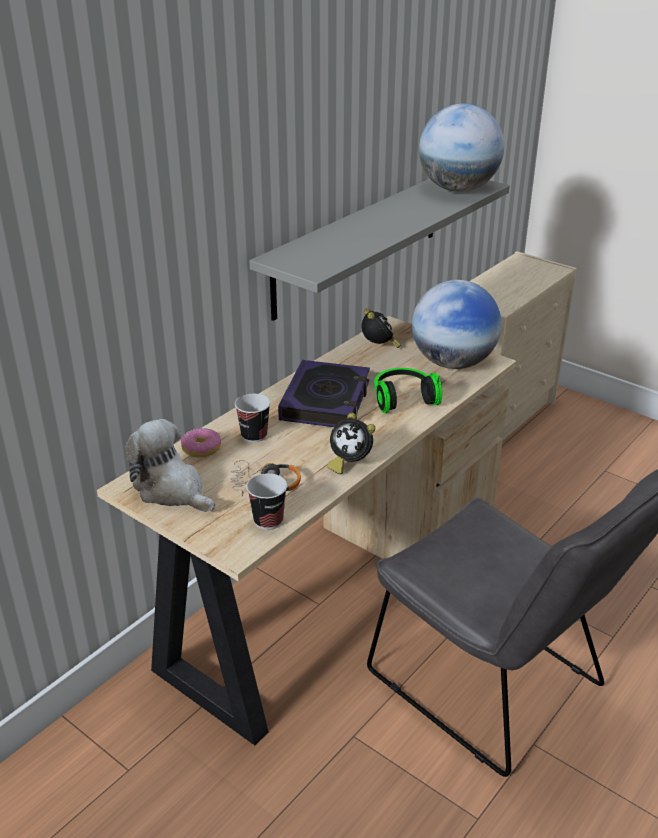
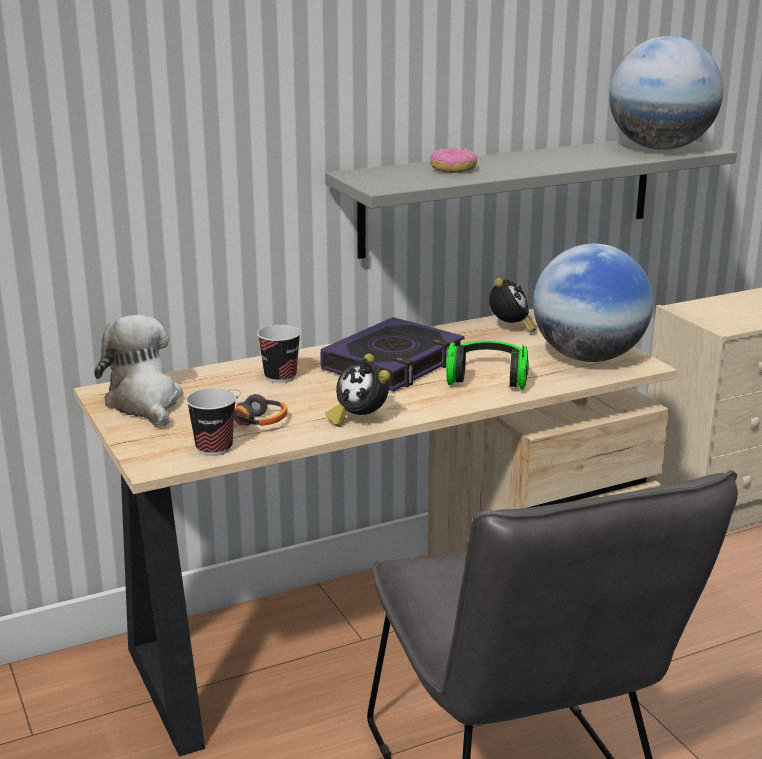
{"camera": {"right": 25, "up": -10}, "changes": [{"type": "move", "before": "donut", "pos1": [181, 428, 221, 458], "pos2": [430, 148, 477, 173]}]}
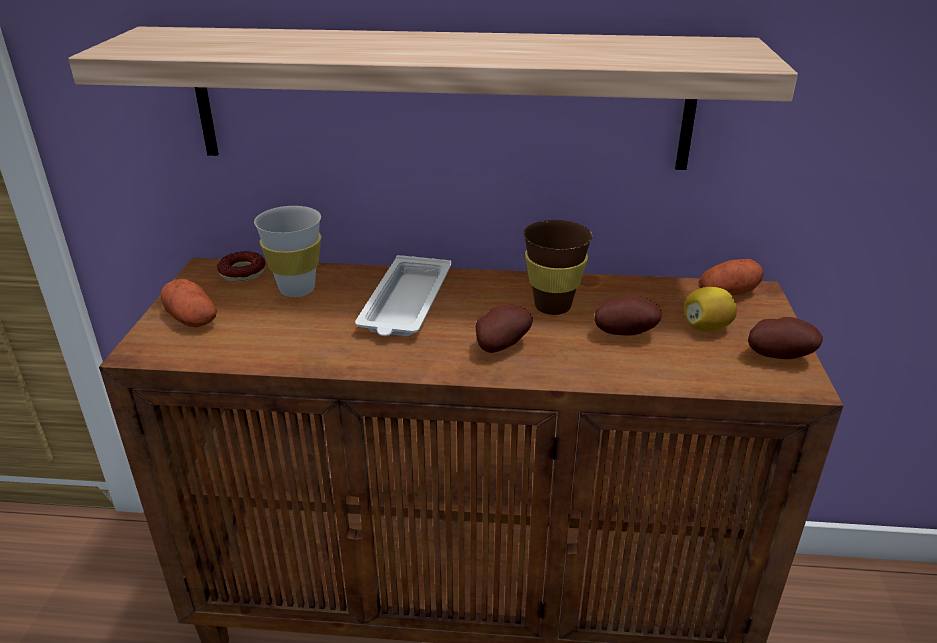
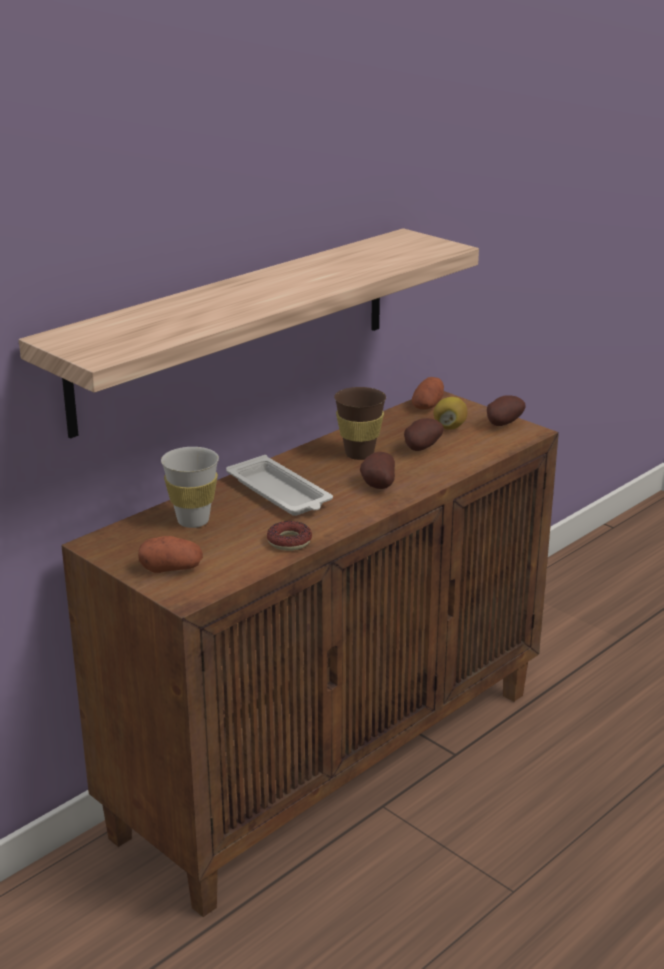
{"camera": {"right": -50, "up": -5}, "changes": [{"type": "move", "before": "donut", "pos1": [217, 251, 266, 282], "pos2": [267, 521, 312, 551]}]}
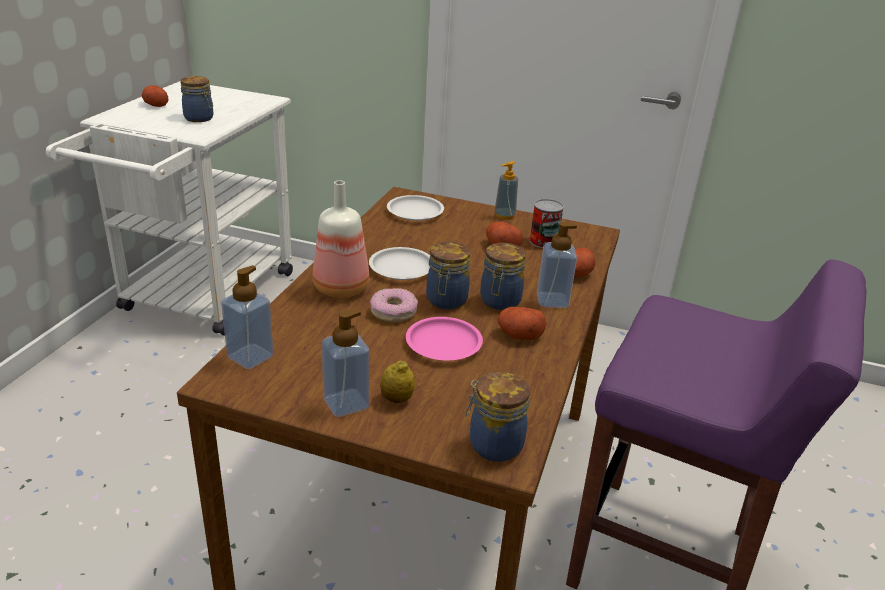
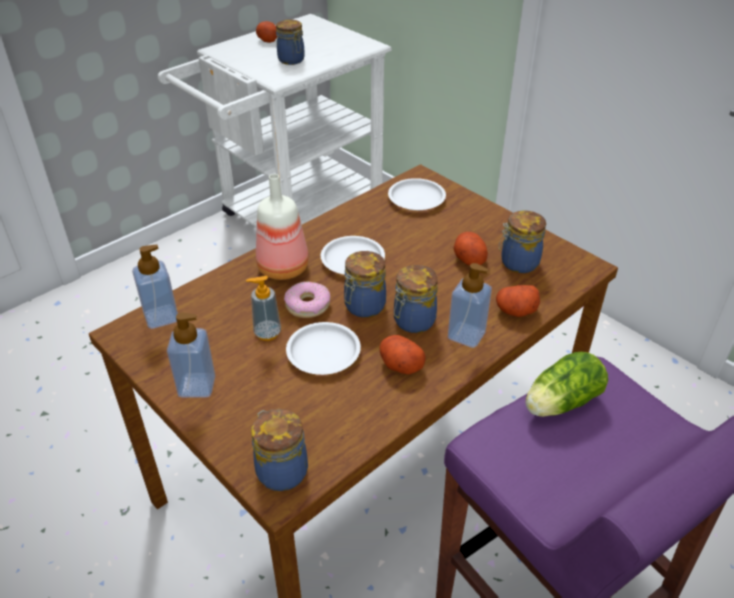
{"camera": {"right": 30, "up": 10}, "changes": [{"type": "move", "before": "soap bottle", "pos1": [495, 161, 518, 220], "pos2": [246, 276, 281, 341]}, {"type": "replace", "before": "sealed can", "after": "jar", "pos1": [530, 199, 564, 248], "pos2": [498, 210, 546, 273]}, {"type": "recolor", "before": "pink plate", "after": "white-coloured plate", "pos1": [406, 317, 483, 361], "pos2": [286, 322, 361, 375]}, {"type": "delete", "before": "whole lemon", "pos1": [380, 361, 415, 403]}, {"type": "insert", "after": "head of lettuce", "pos2": [526, 352, 608, 417]}]}
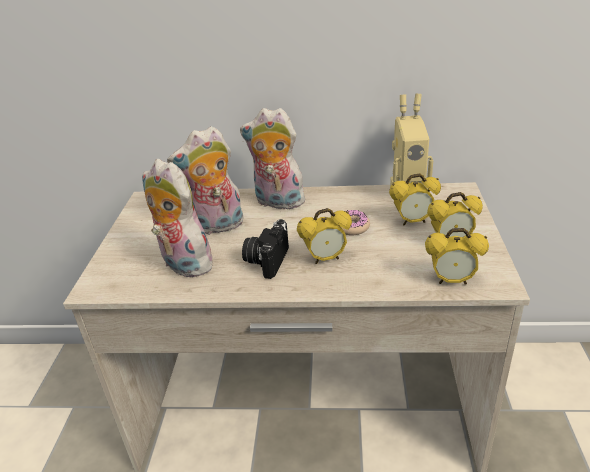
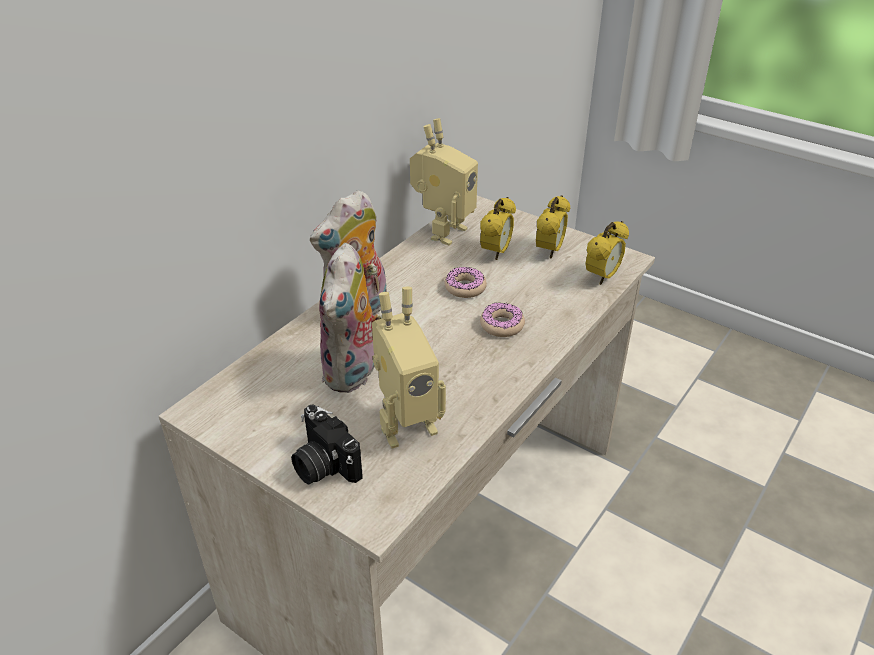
{"camera": {"right": -60, "up": 5}, "changes": [{"type": "replace", "before": "cuddly toy", "after": "robot figure", "pos1": [142, 159, 217, 277], "pos2": [372, 287, 446, 449]}, {"type": "replace", "before": "alarm clock", "after": "donut", "pos1": [297, 208, 352, 264], "pos2": [480, 302, 525, 337]}, {"type": "move", "before": "still camera", "pos1": [242, 219, 289, 279], "pos2": [291, 404, 362, 485]}]}
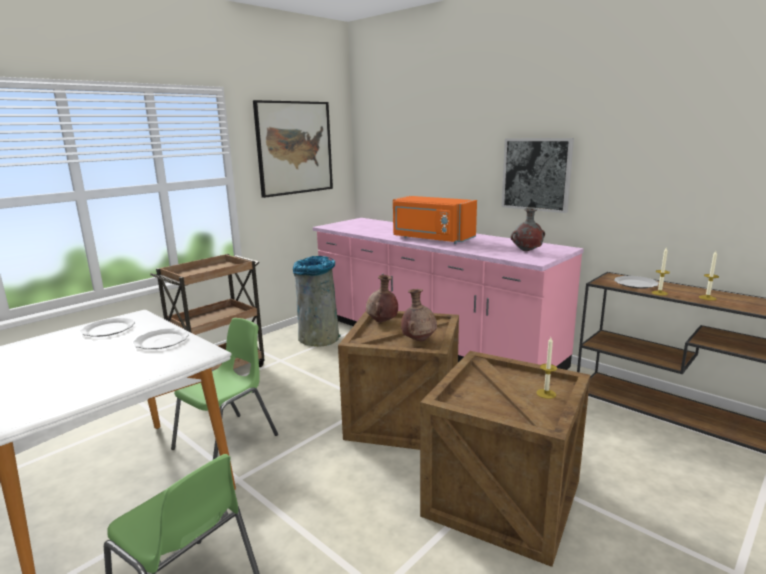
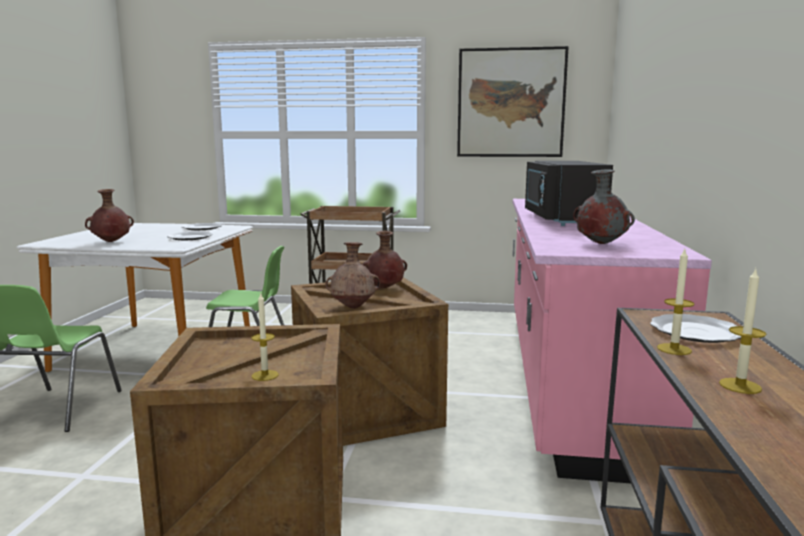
{"camera": {"right": 55, "up": -5}, "changes": [{"type": "delete", "before": "wall picture", "pos1": [502, 138, 574, 213]}, {"type": "recolor", "before": "orangey kitchen microwave", "after": "blackish kitchen microwave", "pos1": [393, 196, 477, 244], "pos2": [525, 161, 613, 226]}, {"type": "delete", "before": "grey trash can", "pos1": [293, 256, 341, 347]}, {"type": "insert", "after": "brownish vase", "pos2": [85, 189, 134, 242]}]}
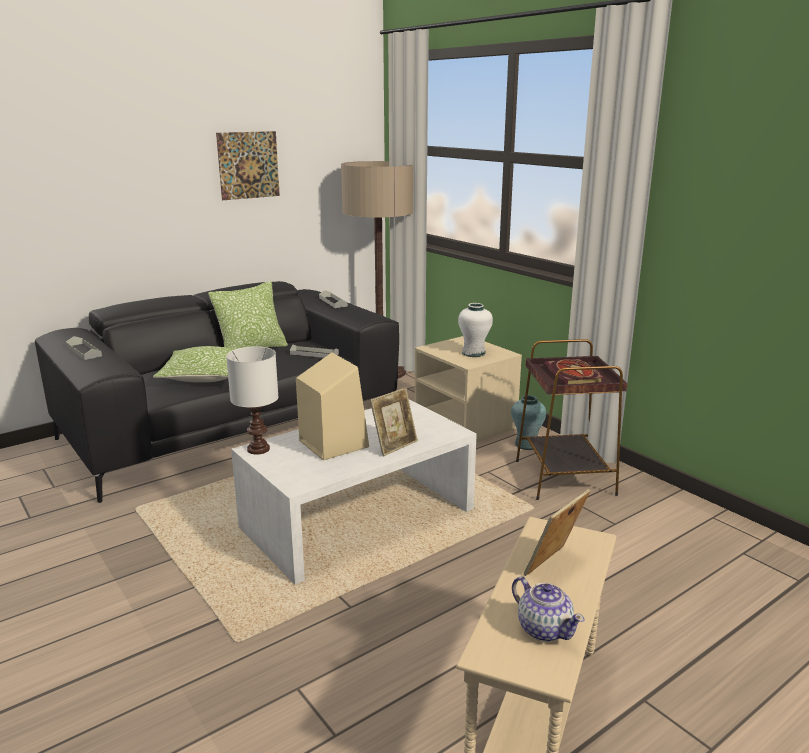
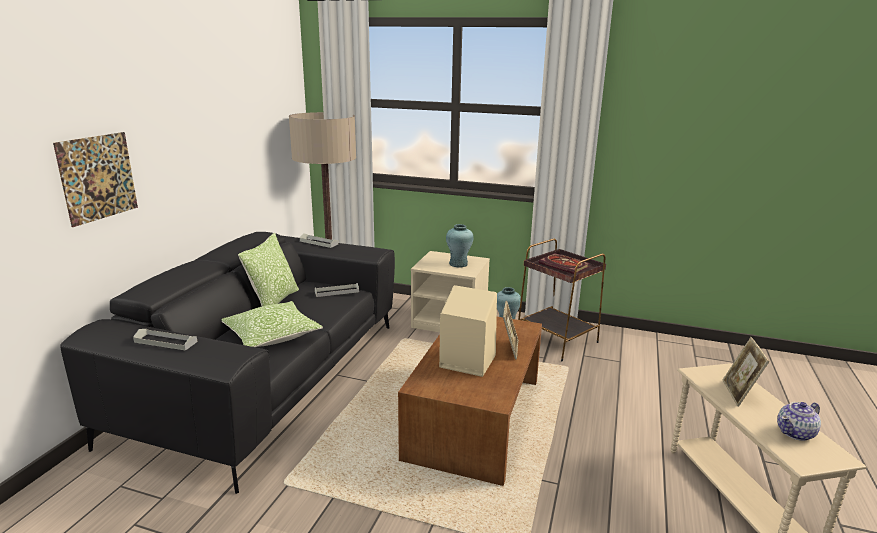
{"camera": {"right": -35, "up": 0}, "changes": [{"type": "move", "before": "wall picture", "pos1": [216, 131, 280, 200], "pos2": [53, 132, 138, 227]}, {"type": "recolor", "before": "white-coloured vase", "after": "turquoise-coloured vase", "pos1": [458, 303, 493, 357], "pos2": [446, 224, 474, 268]}, {"type": "delete", "before": "white-coloured tabletop lamp", "pos1": [226, 346, 279, 455]}, {"type": "recolor", "before": "white-coloured low table", "after": "brownish low table", "pos1": [231, 399, 477, 585], "pos2": [398, 317, 542, 486]}, {"type": "rotate", "before": "pot for tea", "pos1": [512, 577, 584, 642], "pos2": [777, 402, 821, 441], "turn": 135}]}
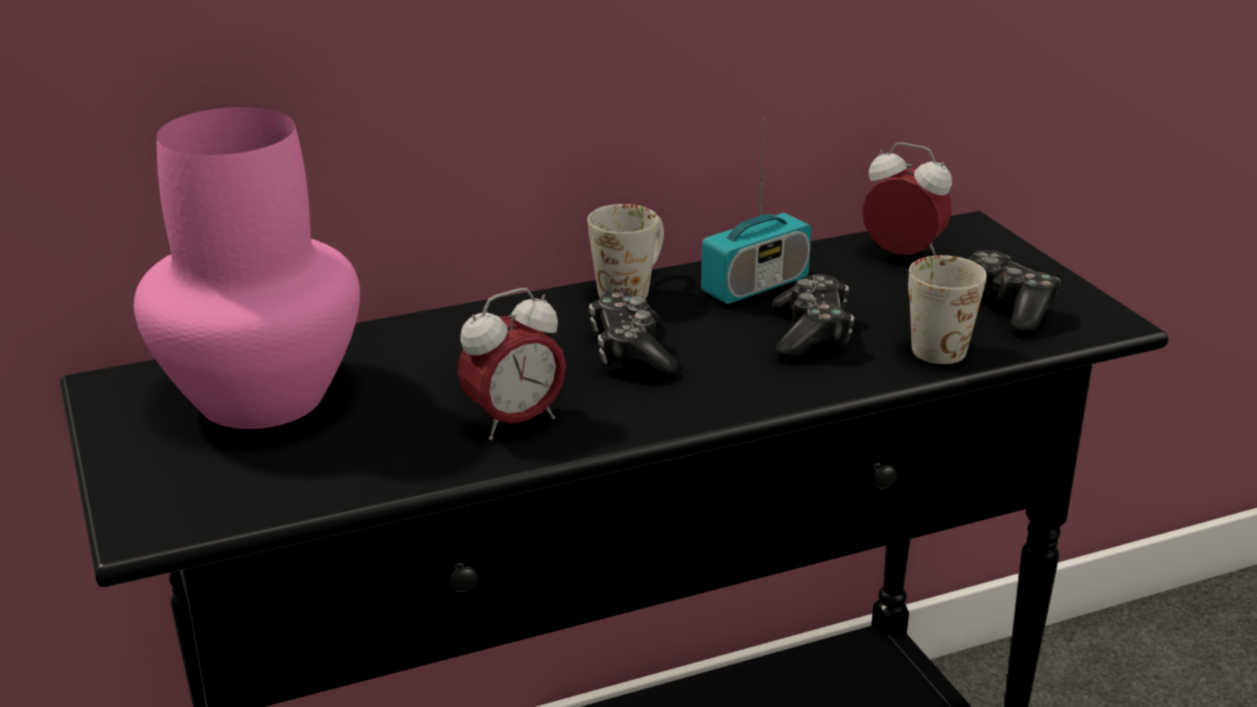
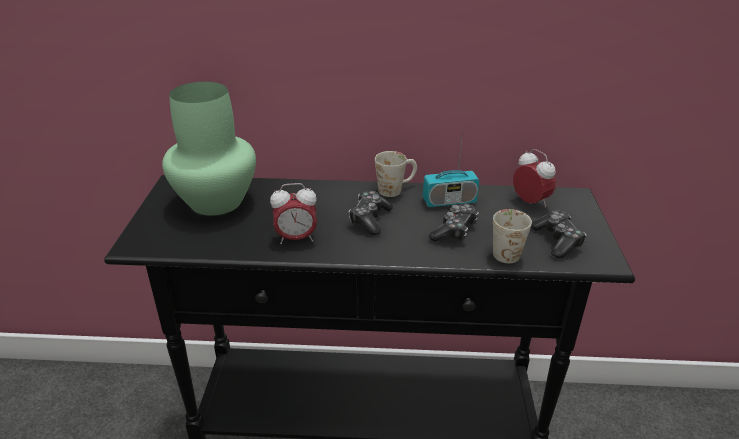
{"camera": {"right": 25, "up": 5}, "changes": [{"type": "recolor", "before": "pink vase", "after": "green-coloured vase", "pos1": [134, 107, 360, 429], "pos2": [162, 82, 256, 216]}]}
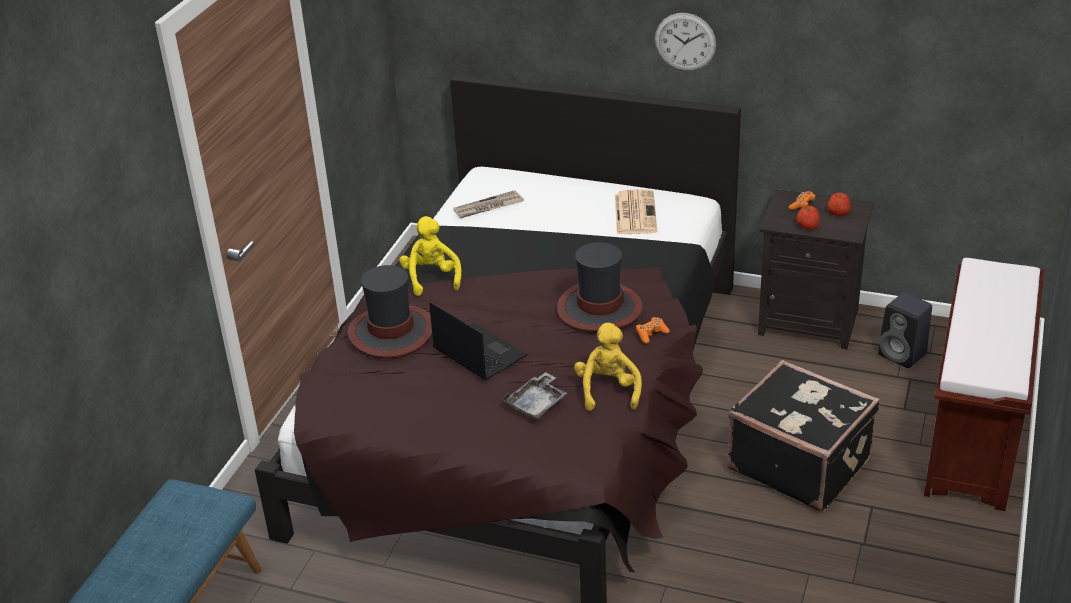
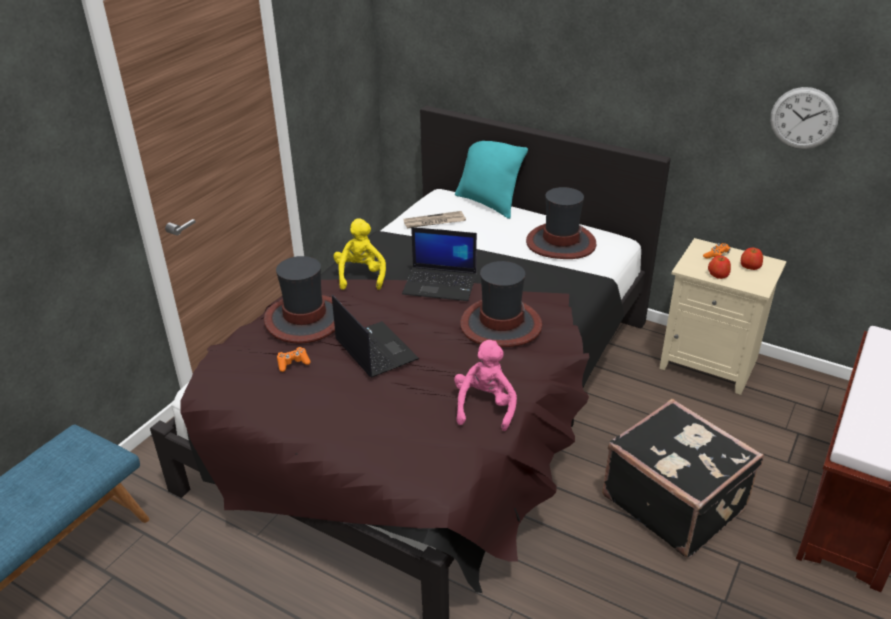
{"camera": {"right": 10, "up": 0}, "changes": [{"type": "move", "before": "hanging clock", "pos1": [655, 13, 716, 71], "pos2": [770, 87, 839, 149]}, {"type": "replace", "before": "newspaper", "after": "wearable hat", "pos1": [615, 189, 657, 234], "pos2": [526, 187, 596, 259]}, {"type": "recolor", "before": "blackish nightstand", "after": "beige-coloured nightstand", "pos1": [758, 189, 874, 349], "pos2": [659, 238, 787, 395]}, {"type": "delete", "before": "blackish loudspeaker", "pos1": [878, 292, 932, 368]}, {"type": "move", "before": "orangey gamepad", "pos1": [636, 317, 670, 344], "pos2": [277, 347, 311, 372]}, {"type": "recolor", "before": "yellow cuddly toy", "after": "pink cuddly toy", "pos1": [574, 323, 642, 411], "pos2": [454, 340, 517, 431]}, {"type": "delete", "before": "grey tray", "pos1": [503, 372, 567, 419]}, {"type": "insert", "after": "turquoise-coloured pillow", "pos2": [455, 141, 528, 219]}, {"type": "insert", "after": "portable computer", "pos2": [402, 227, 477, 301]}]}
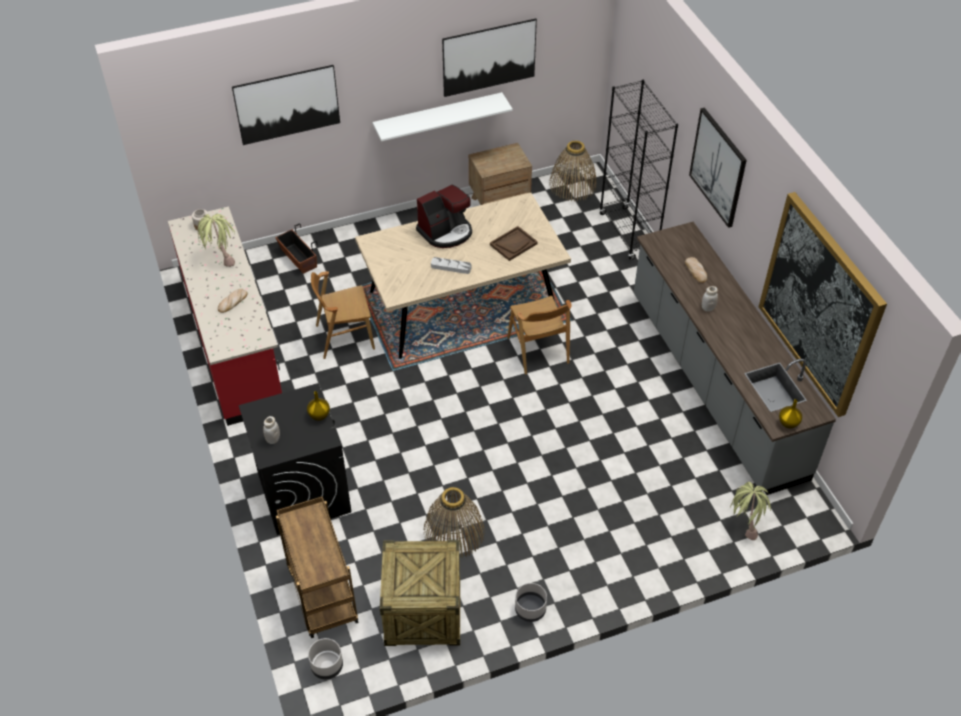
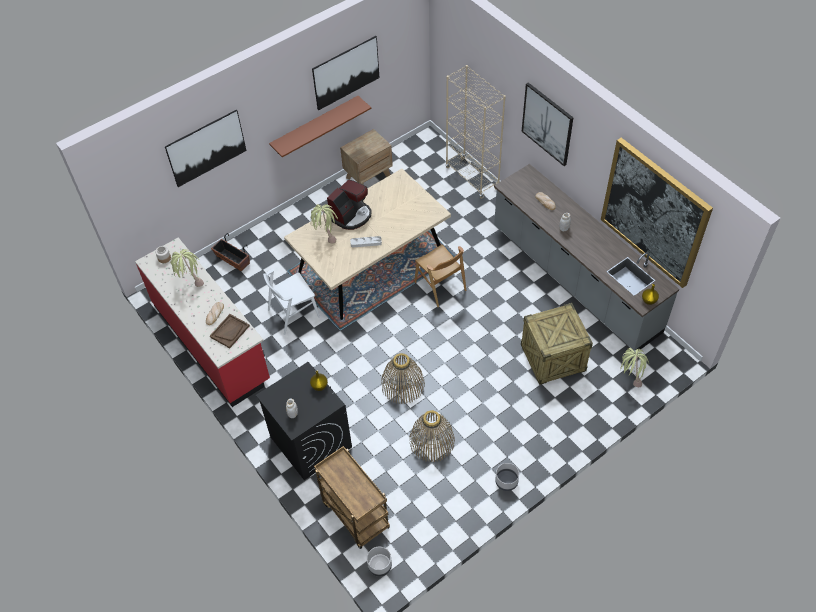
{"camera": {"right": -15, "up": 5}, "changes": [{"type": "recolor", "before": "blackish bookshelf", "after": "beige-coloured bookshelf", "pos1": [599, 80, 678, 260], "pos2": [445, 65, 506, 199]}, {"type": "recolor", "before": "white-coloured bracket shelf", "after": "brownish bracket shelf", "pos1": [372, 92, 513, 141], "pos2": [269, 96, 371, 157]}, {"type": "move", "before": "household basket", "pos1": [549, 141, 597, 201], "pos2": [381, 353, 425, 404]}, {"type": "move", "before": "brownish tray", "pos1": [490, 226, 538, 261], "pos2": [210, 314, 250, 348]}, {"type": "recolor", "before": "brownish plain chair", "after": "white-coloured plain chair", "pos1": [311, 271, 375, 359], "pos2": [263, 269, 320, 335]}, {"type": "move", "before": "crate", "pos1": [380, 540, 460, 646], "pos2": [521, 303, 593, 385]}, {"type": "insert", "after": "potted plant", "pos2": [311, 204, 338, 244]}]}
